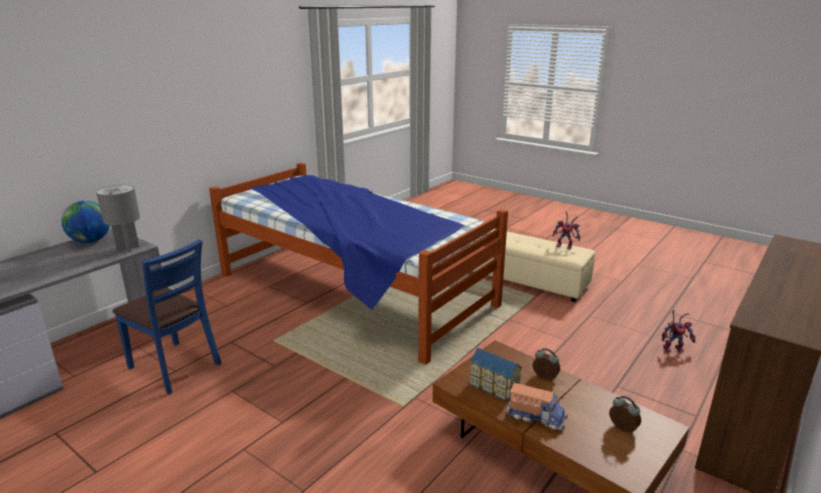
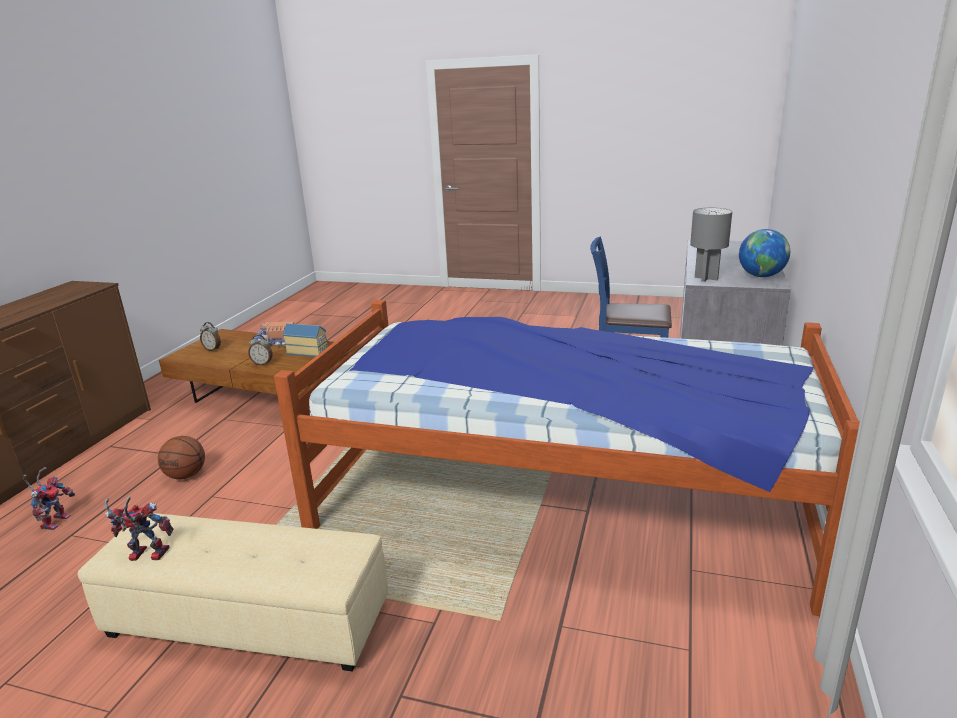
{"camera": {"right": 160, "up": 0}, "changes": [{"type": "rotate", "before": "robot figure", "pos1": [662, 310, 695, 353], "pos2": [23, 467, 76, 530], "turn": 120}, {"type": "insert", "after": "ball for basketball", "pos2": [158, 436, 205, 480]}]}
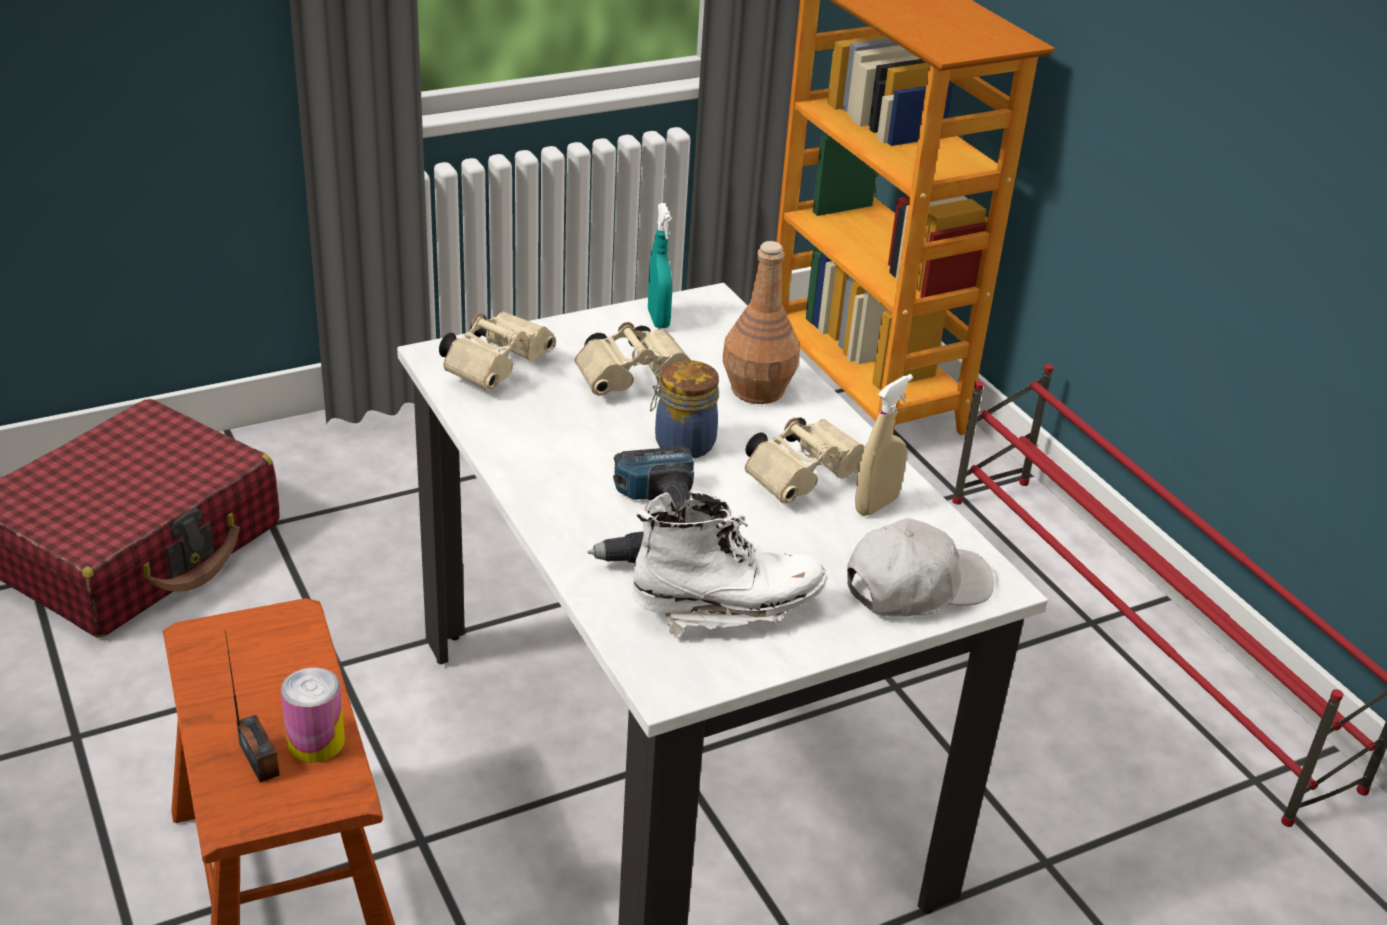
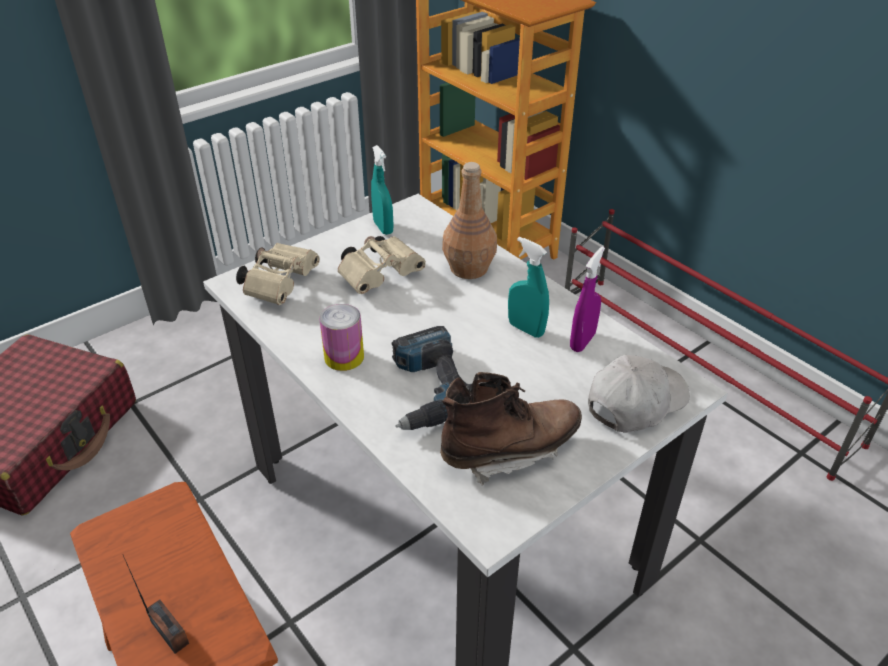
{"camera": {"right": -10, "up": 5}, "changes": [{"type": "delete", "before": "jar", "pos1": [650, 360, 719, 459]}, {"type": "recolor", "before": "beige-coloured sprayer", "after": "purple sprayer", "pos1": [855, 374, 913, 516], "pos2": [570, 246, 605, 352]}, {"type": "replace", "before": "beige-coloured pair of binoculars", "after": "turquoise-coloured sprayer", "pos1": [745, 418, 865, 504], "pos2": [508, 237, 549, 338]}, {"type": "recolor", "before": "white-coloured tall boot", "after": "brownish tall boot", "pos1": [632, 490, 826, 638], "pos2": [440, 372, 582, 486]}, {"type": "move", "before": "sealed can", "pos1": [281, 667, 345, 763], "pos2": [319, 304, 364, 371]}]}
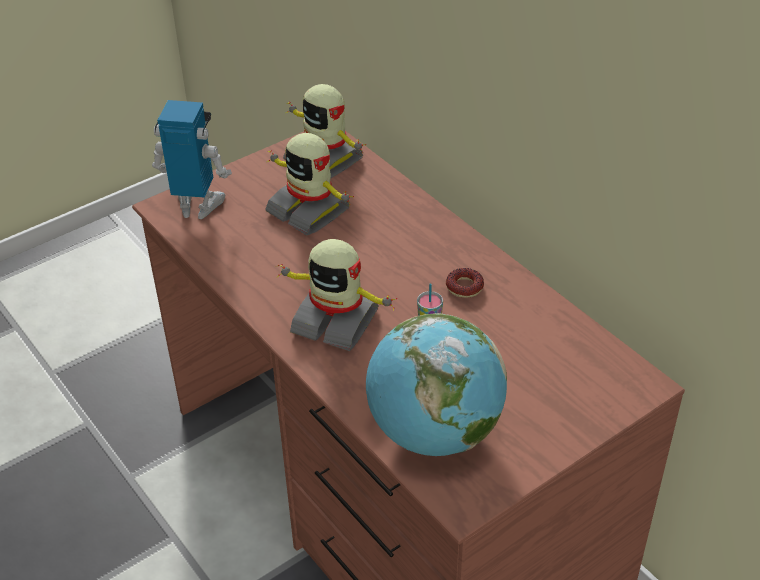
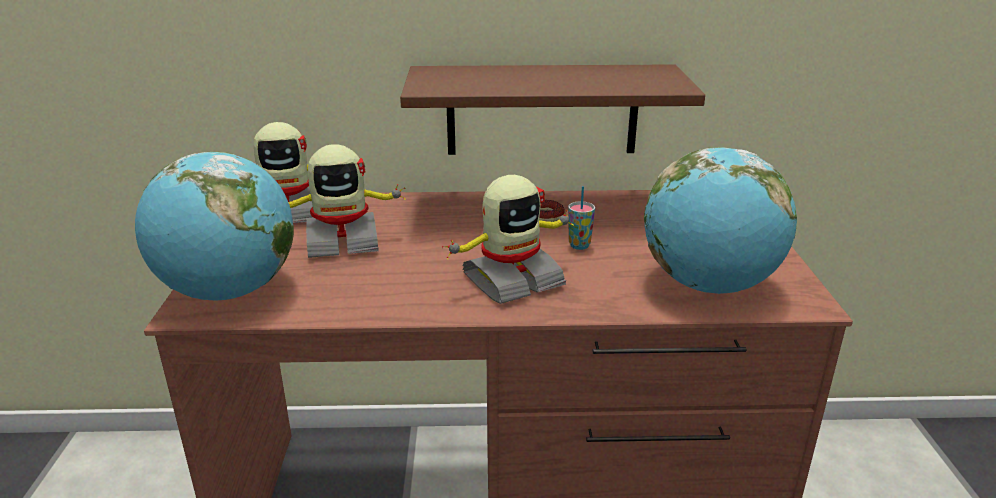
{"camera": {"right": -55, "up": -15}, "changes": [{"type": "replace", "before": "robot figure", "after": "globe", "pos1": [152, 100, 232, 219], "pos2": [135, 152, 294, 301]}, {"type": "insert", "after": "brownish bracket shelf", "pos2": [400, 64, 705, 155]}]}
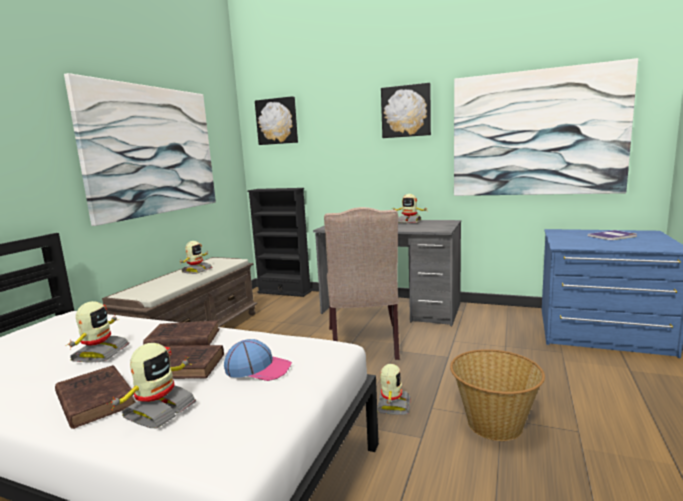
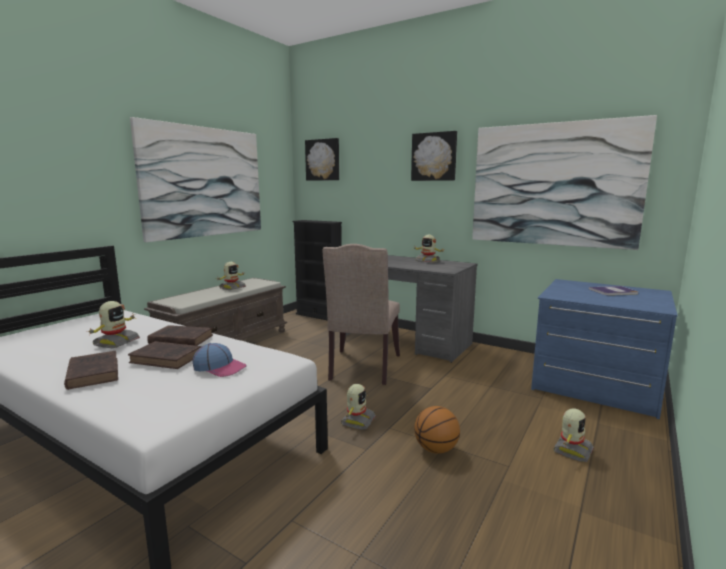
{"camera": {"right": 10, "up": 0}, "changes": [{"type": "move", "before": "robot figure", "pos1": [107, 343, 196, 428], "pos2": [553, 408, 594, 462]}, {"type": "replace", "before": "household basket", "after": "ball for basketball", "pos1": [450, 349, 545, 441], "pos2": [414, 406, 460, 454]}]}
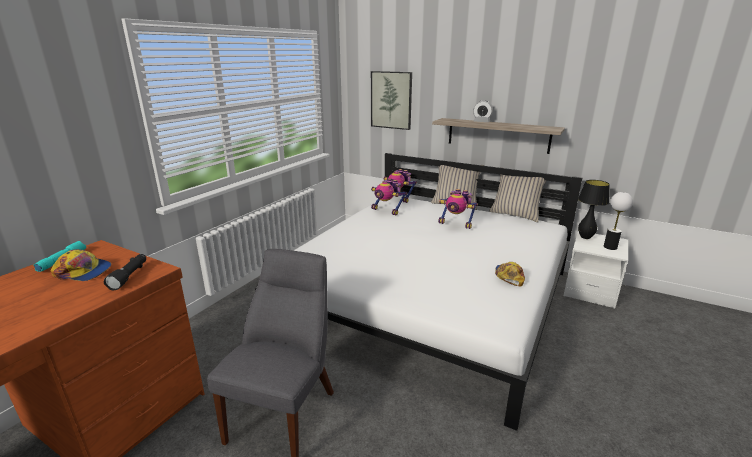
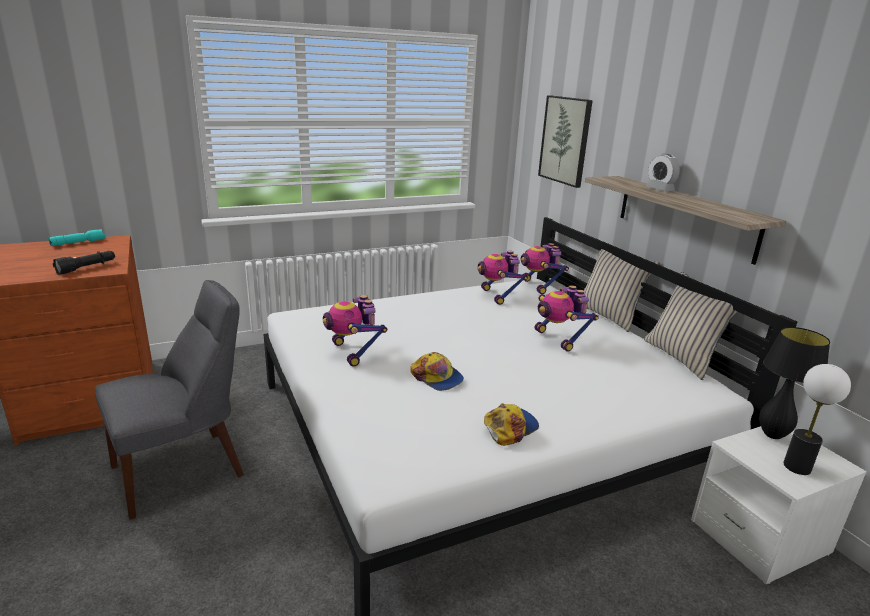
{"camera": {"right": 35, "up": 0}, "changes": [{"type": "move", "before": "baseball cap", "pos1": [50, 249, 111, 281], "pos2": [410, 352, 464, 391]}, {"type": "insert", "after": "robot figure", "pos2": [323, 295, 387, 367]}]}
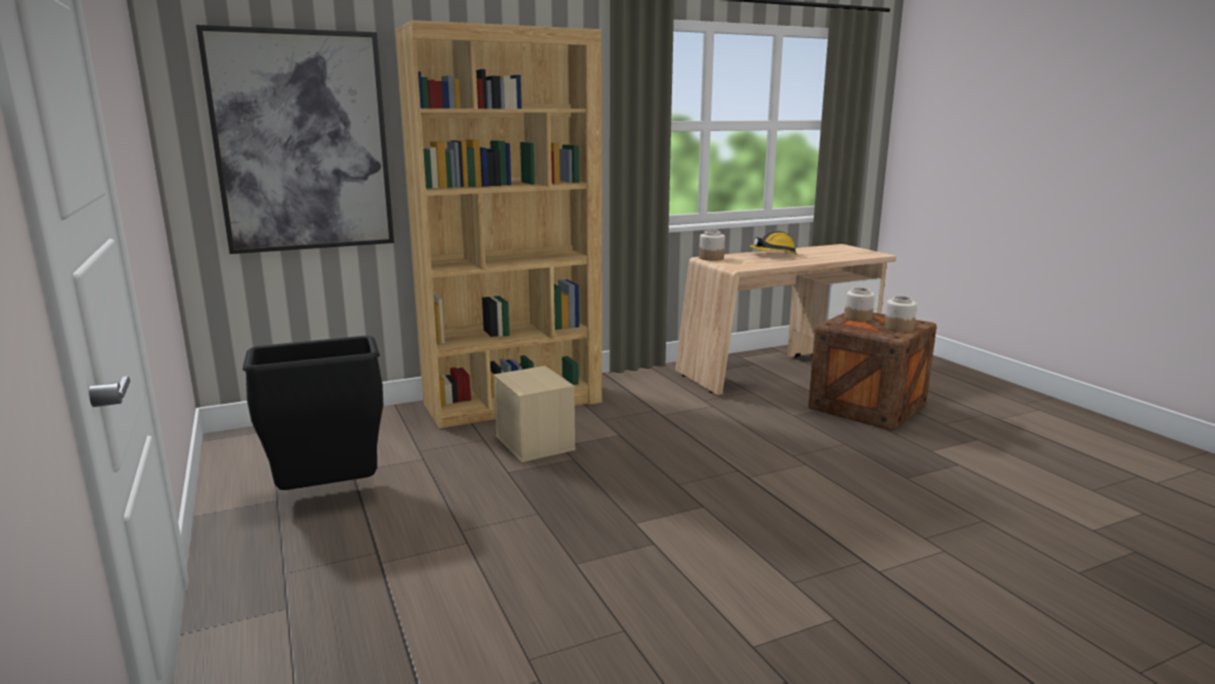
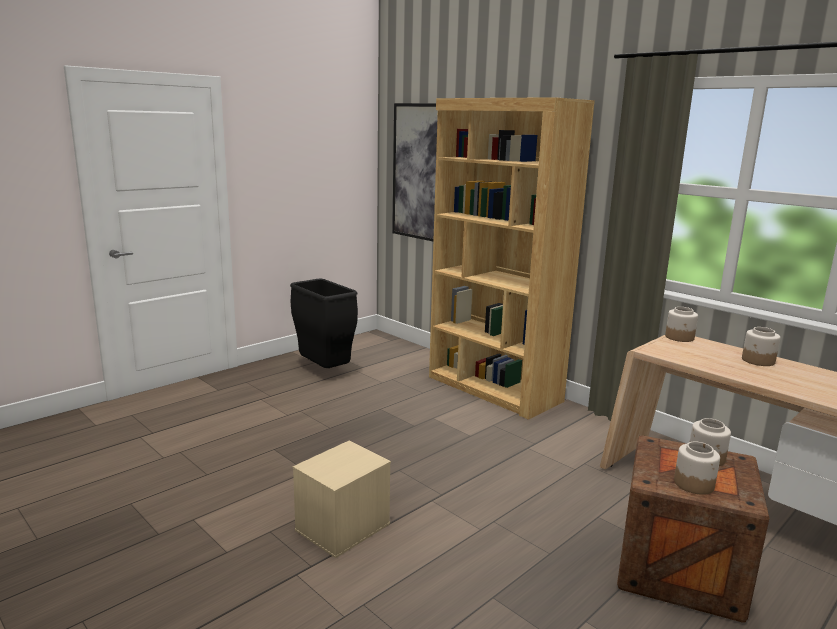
{"camera": {"right": 70, "up": 0}, "changes": [{"type": "replace", "before": "hard hat", "after": "jar", "pos1": [749, 231, 797, 254], "pos2": [742, 327, 780, 366]}, {"type": "move", "before": "beige-coloured storage box", "pos1": [493, 366, 575, 462], "pos2": [293, 441, 391, 558]}]}
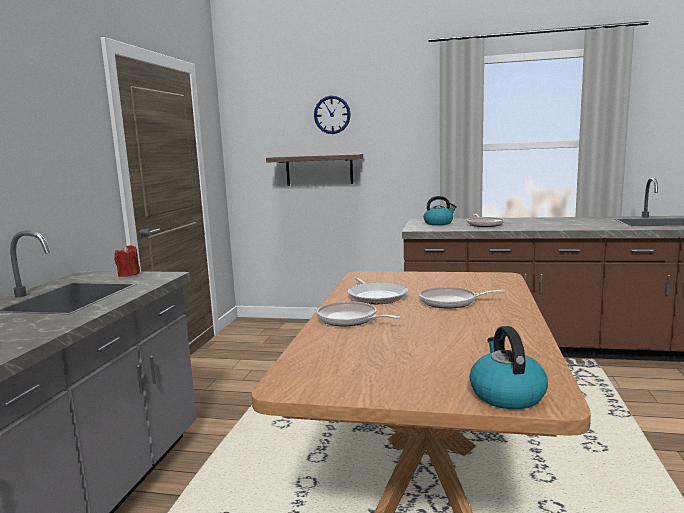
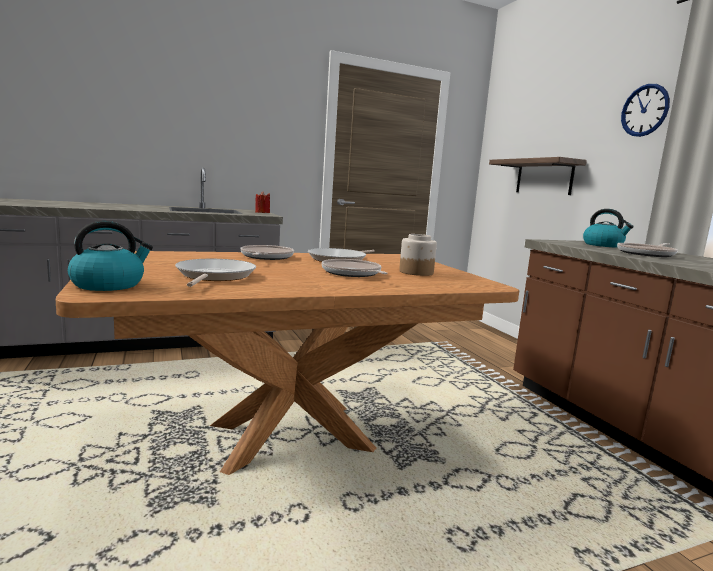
{"camera": {"right": 55, "up": 0}, "changes": [{"type": "move", "before": "hanging clock", "pos1": [314, 96, 351, 134], "pos2": [621, 84, 670, 137]}, {"type": "insert", "after": "jar", "pos2": [399, 234, 437, 276]}, {"type": "insert", "after": "frying pan", "pos2": [175, 259, 256, 287]}]}
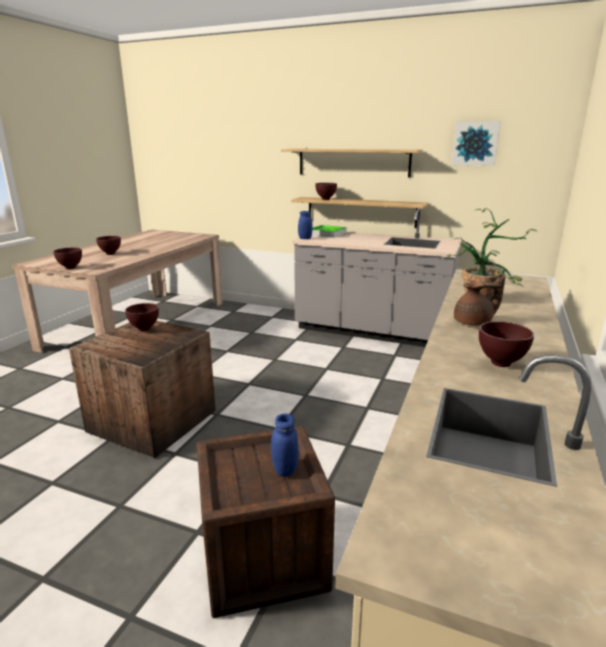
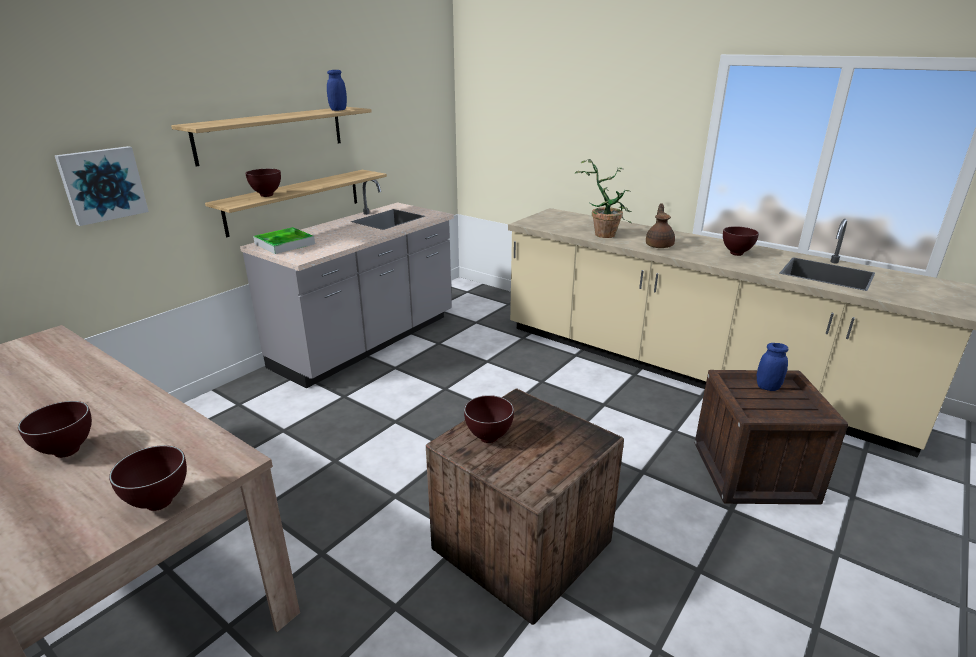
{"camera": {"right": -75, "up": 5}, "changes": [{"type": "move", "before": "wall picture", "pos1": [452, 121, 501, 166], "pos2": [54, 146, 149, 226]}, {"type": "move", "before": "blue-coloured jar", "pos1": [298, 211, 312, 239], "pos2": [327, 70, 347, 111]}]}
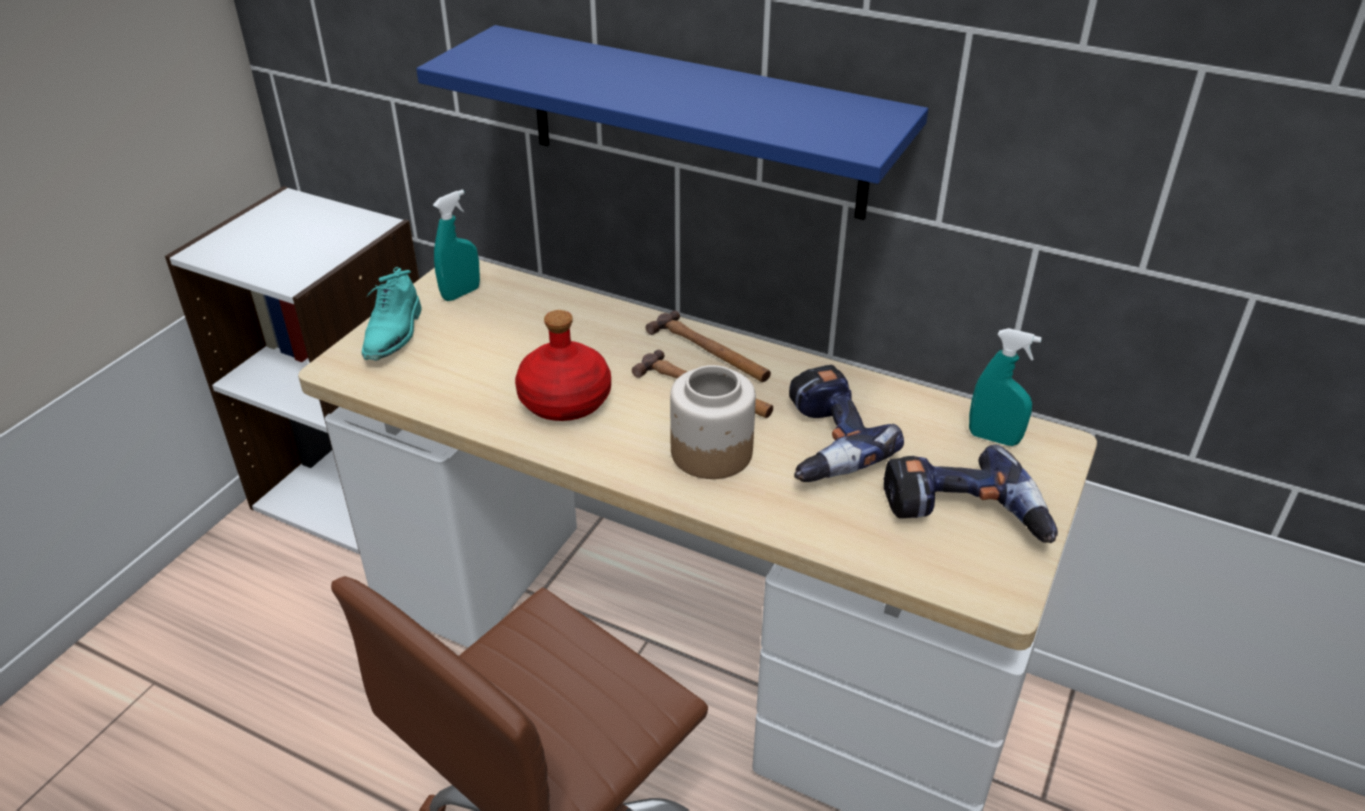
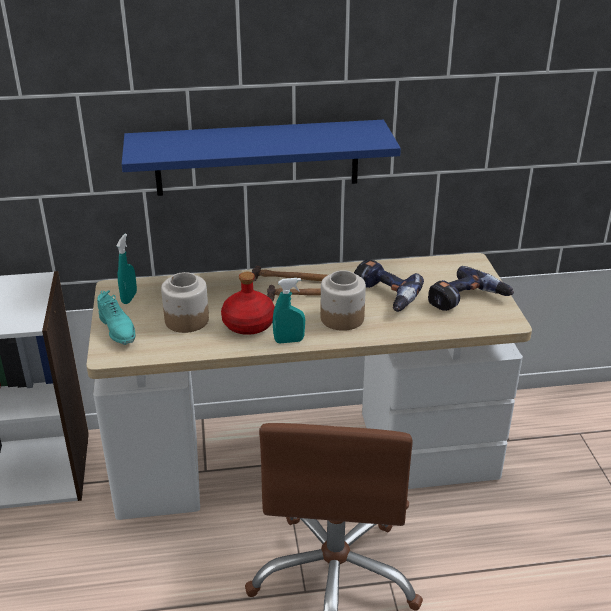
{"camera": {"right": -35, "up": -5}, "changes": [{"type": "move", "before": "turquoise-coloured sprayer", "pos1": [969, 328, 1042, 446], "pos2": [273, 278, 305, 343]}, {"type": "insert", "after": "jar", "pos2": [161, 272, 209, 333]}]}
